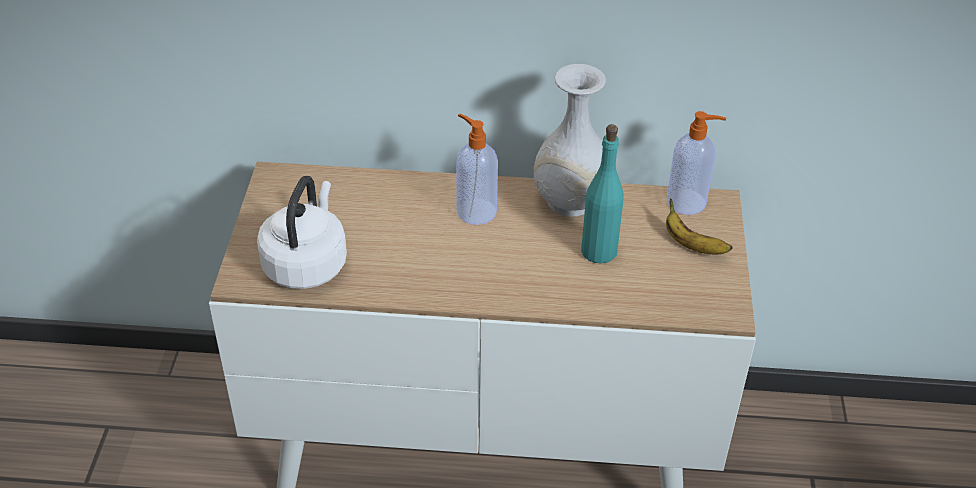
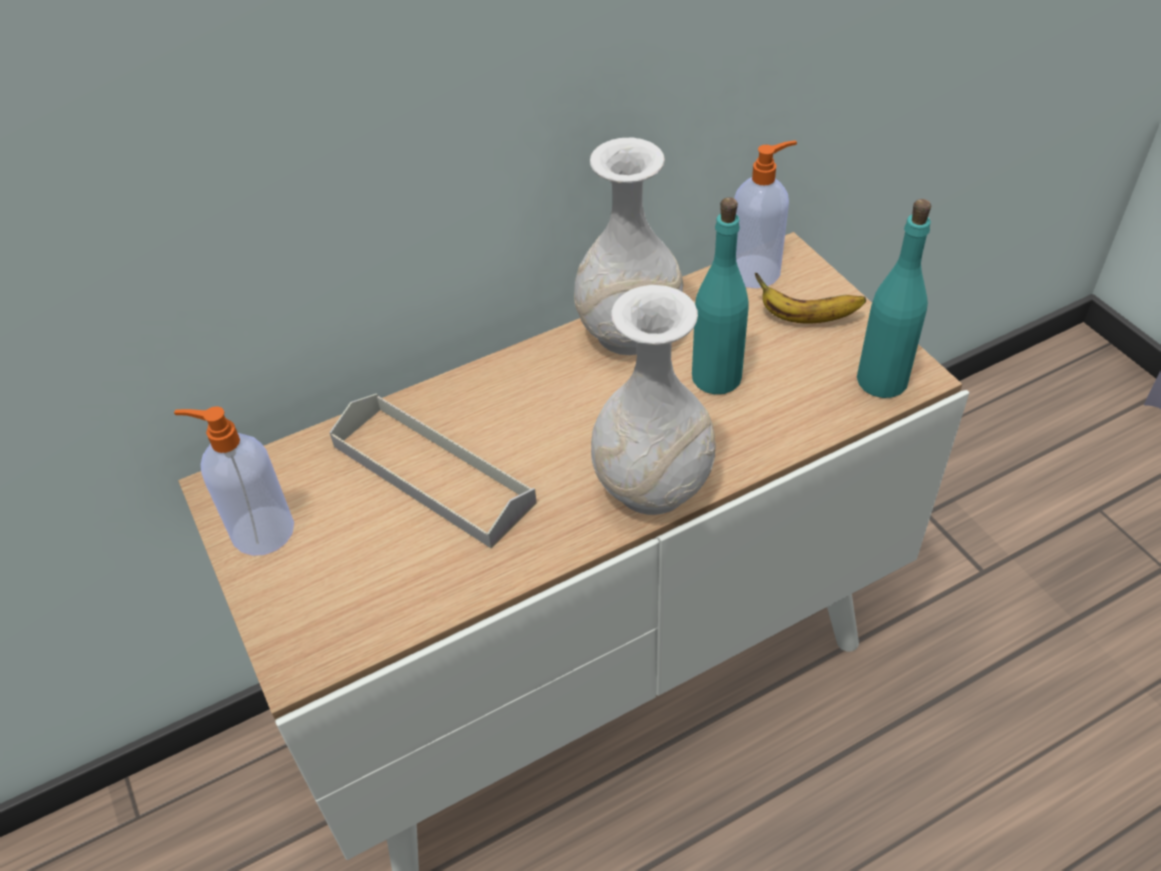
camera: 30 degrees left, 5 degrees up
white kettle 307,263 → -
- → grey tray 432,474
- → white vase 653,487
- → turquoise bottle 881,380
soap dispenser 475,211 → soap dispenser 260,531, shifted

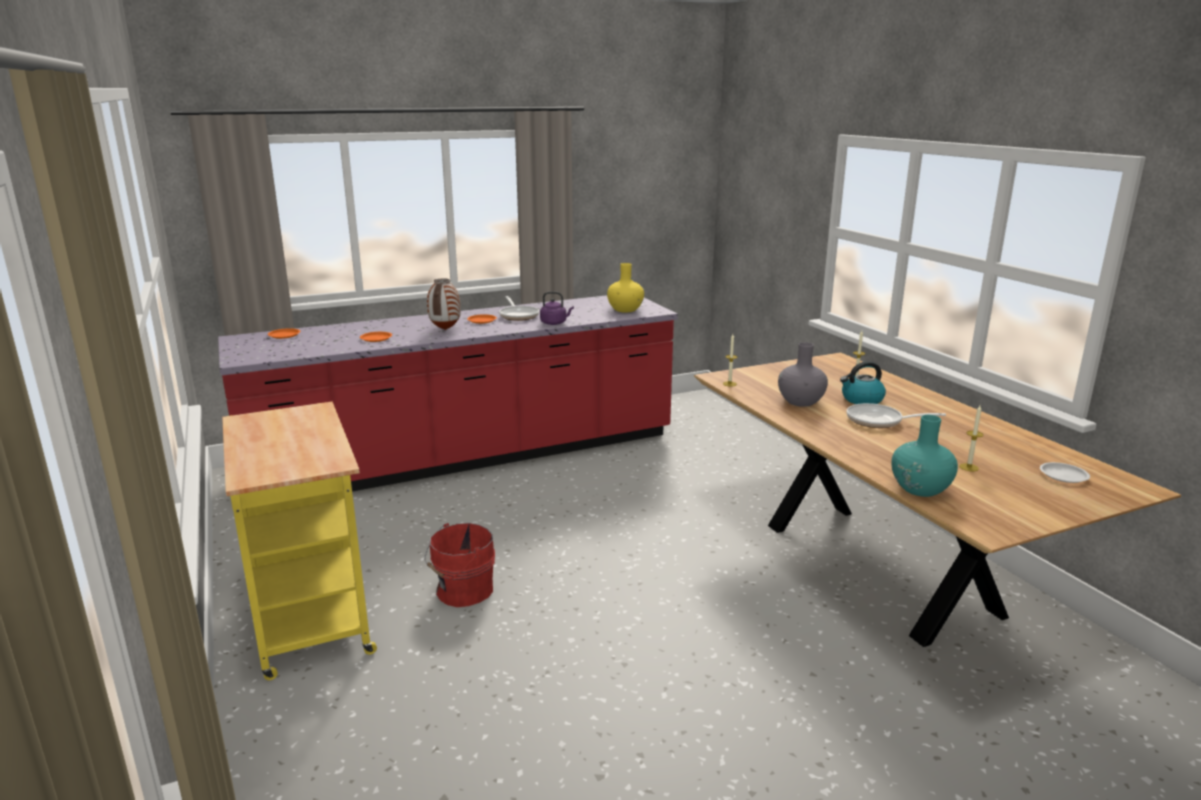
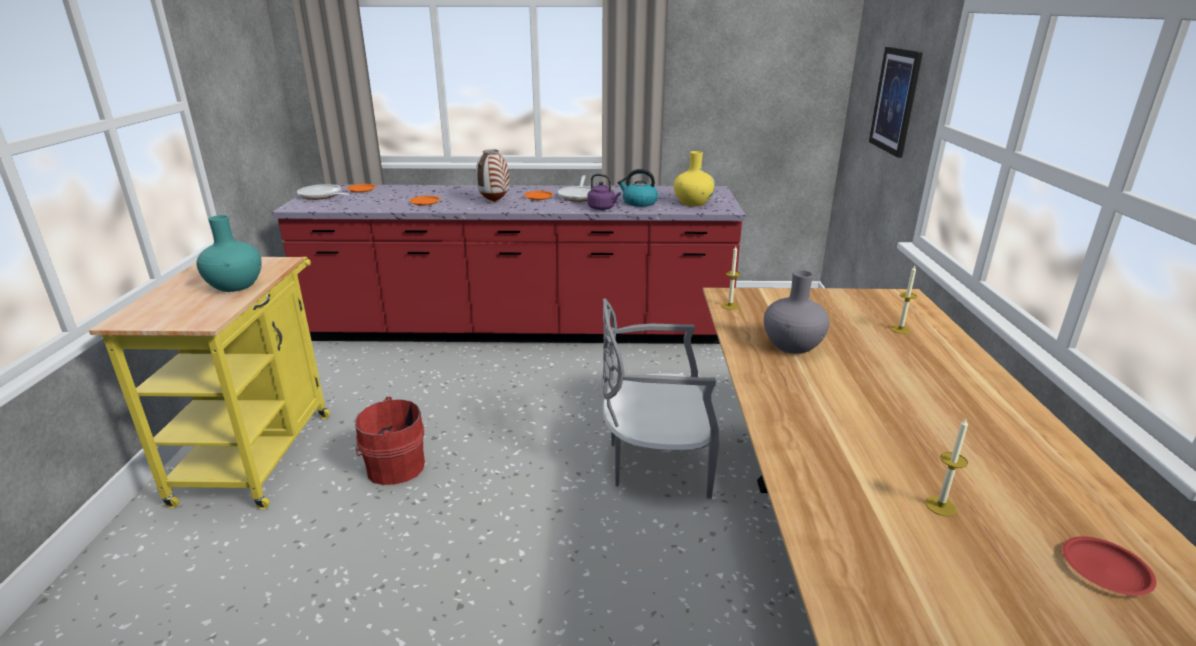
camera: 25 degrees right, 5 degrees up
- → grey chair 655,463
- → picture 895,101
kettle 861,400 → kettle 639,203, shifted
frying pan 879,421 → frying pan 322,196, shifted
turquoise vase 920,489 → turquoise vase 235,286, shifted
white plate 1064,476 → red plate 1106,570

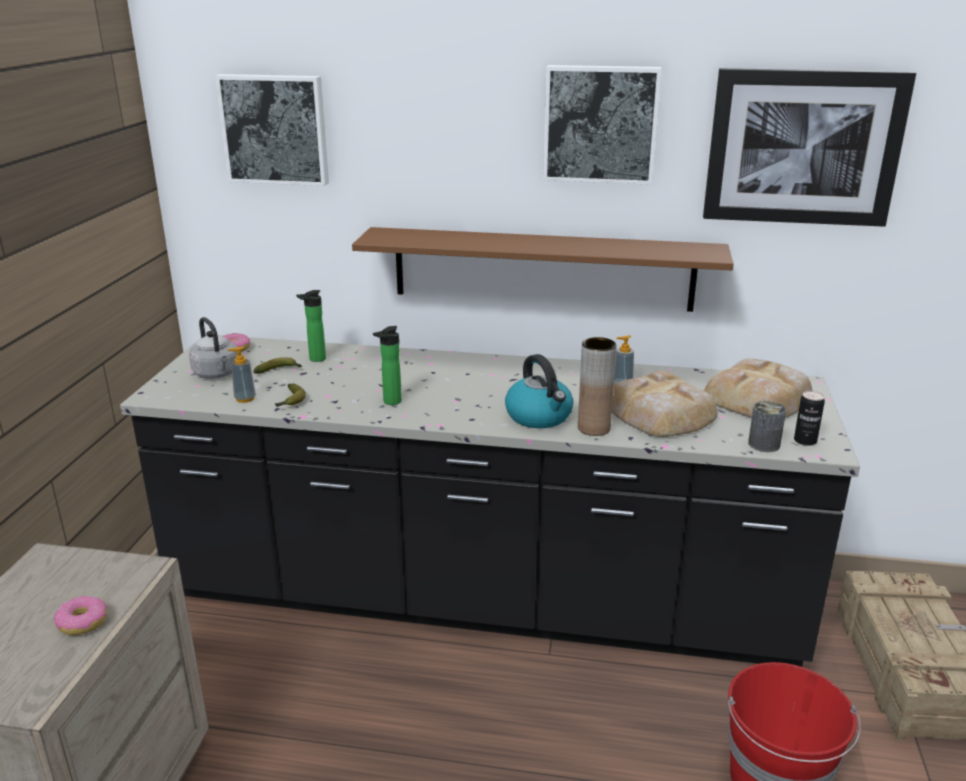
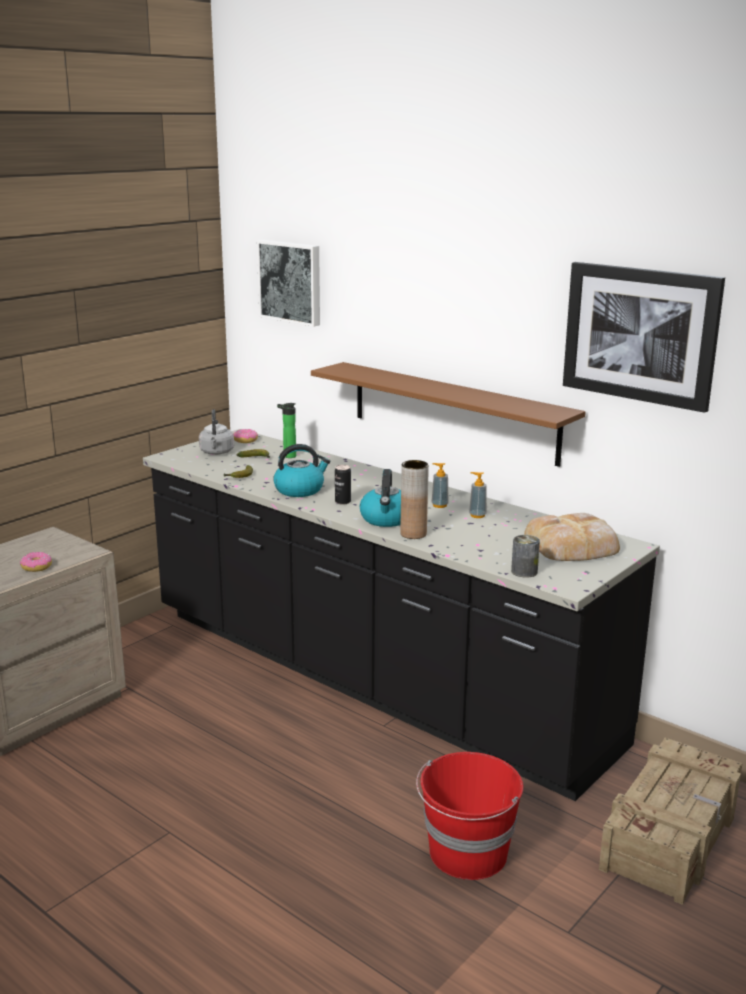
camera: 30 degrees right, 5 degrees down
picture 600,124 → -
bread 660,414 → -
soap dispenser 245,399 → soap dispenser 439,505, shifted
can 805,441 → can 342,502, shifted
bottle 390,402 → kettle 300,490

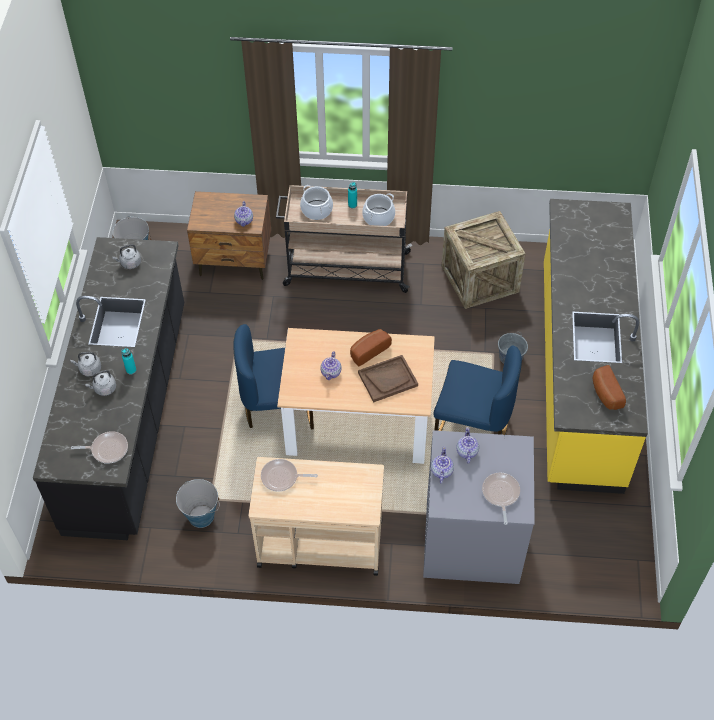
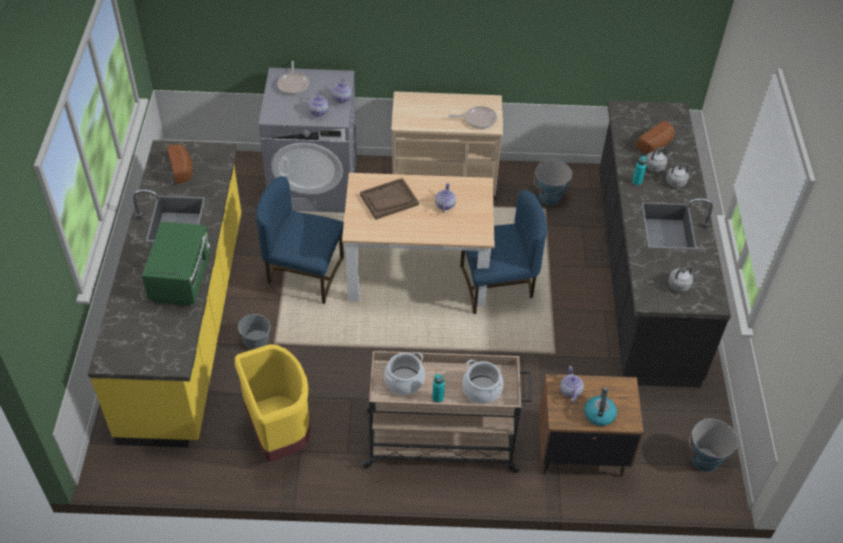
camera: 175 degrees right, 5 degrees down
frying pan 107,449 → -
- → green microwave 182,278
- → kettle 599,414
bread 368,351 → bread 656,145, shifted
crate 480,279 → yellow trash can 279,433

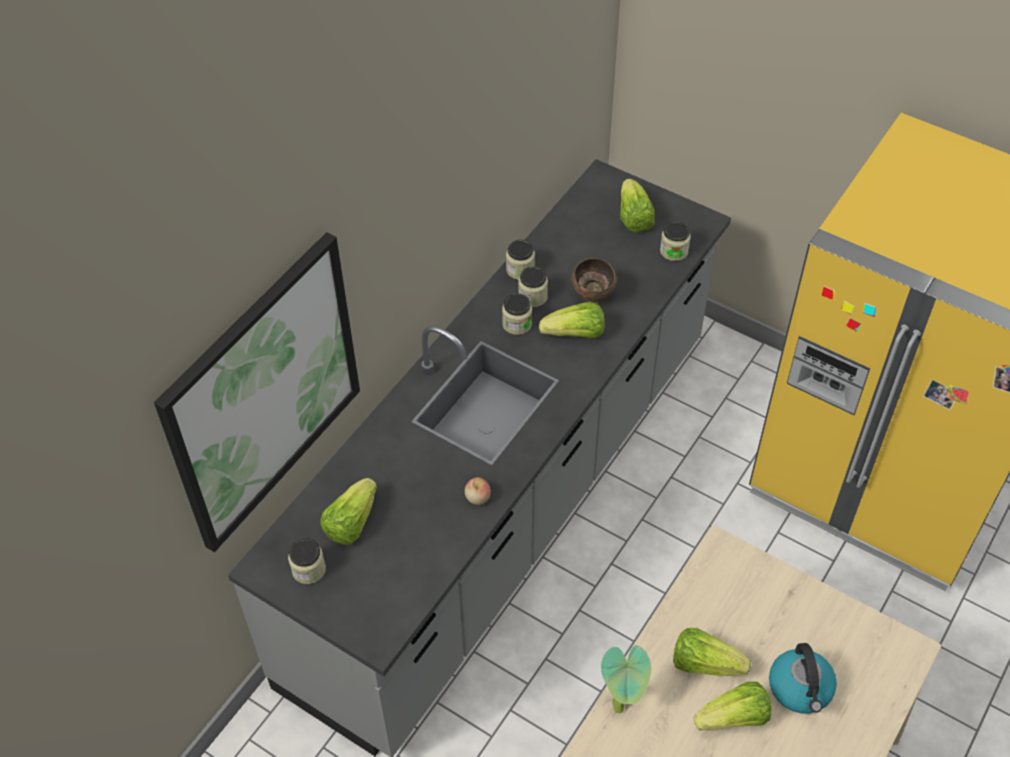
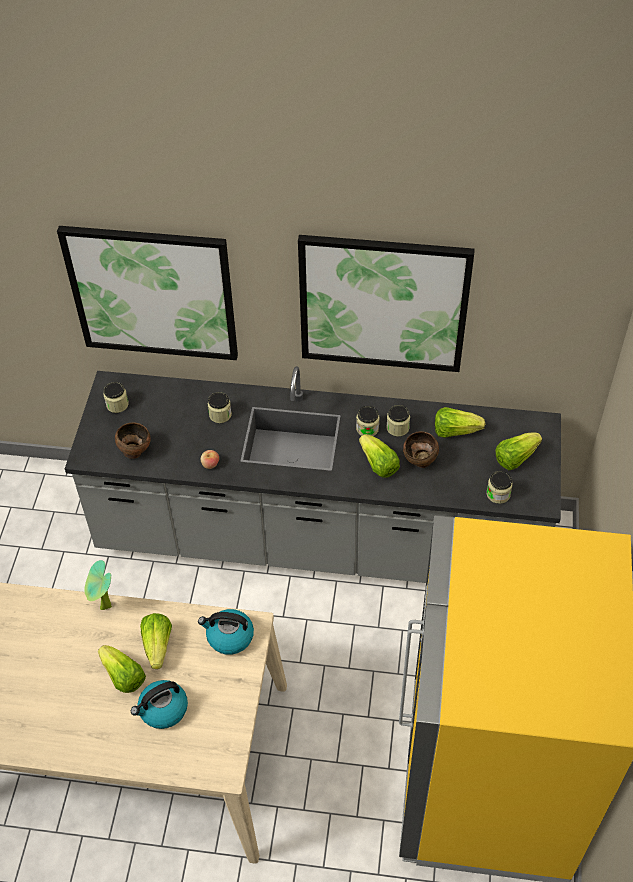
camera: 65 degrees right, 0 degrees up
- → brown bowl 135,451
- → kettle 229,637
- → picture 383,303
lettuce 351,522 → lettuce 455,431, shifted
jar 520,269 → jar 220,415, shifted

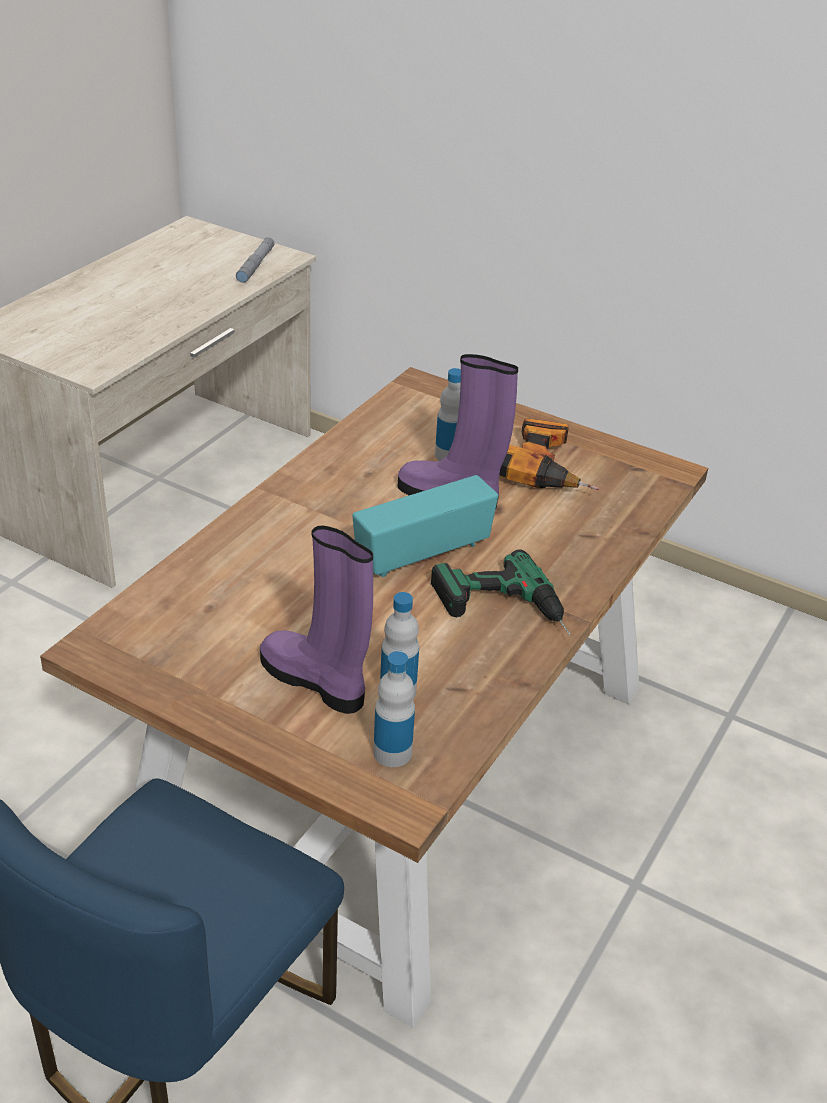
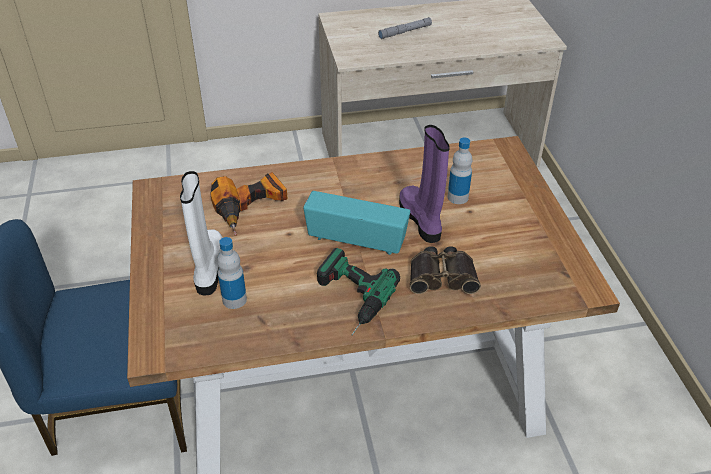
camera: 50 degrees right, 5 degrees up
bottle 392,752 → -
- → binoculars 442,275
grey flashlight 255,265 → grey flashlight 405,32, shifted
power drill 545,468 → power drill 251,208, shifted
purple boot 316,681 → white boot 209,268

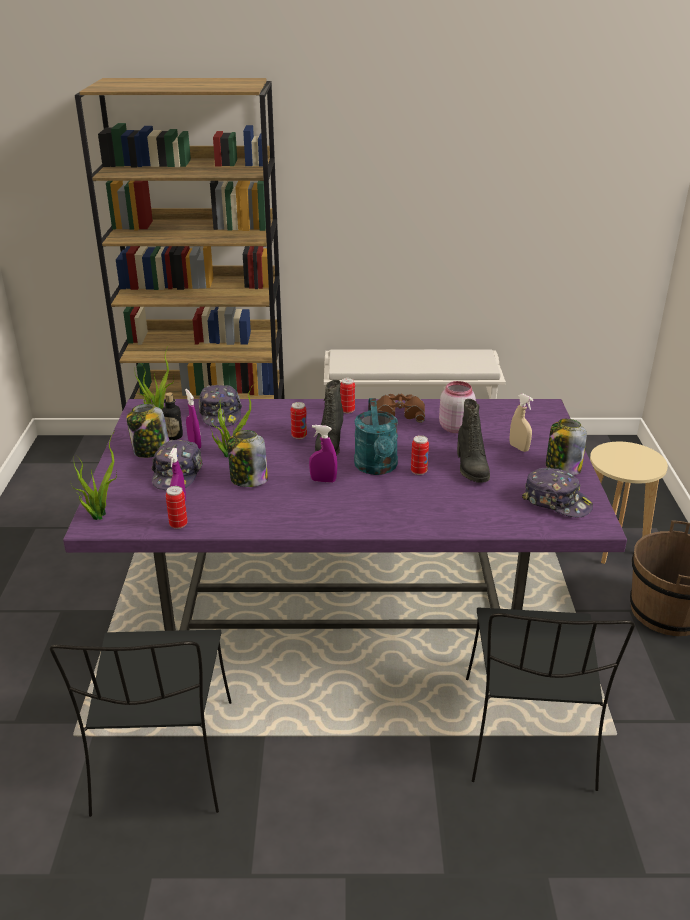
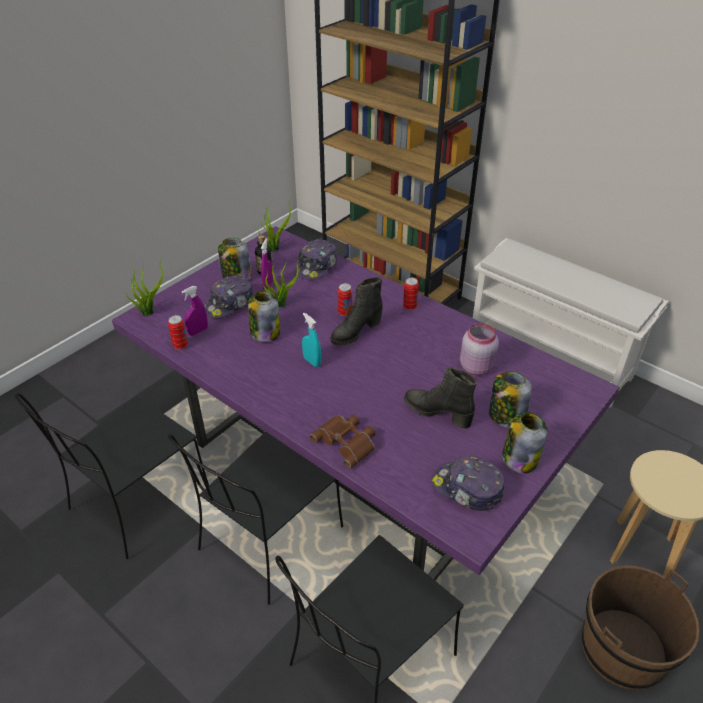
camera: 40 degrees right, 10 degrees up
turquoise watering can 377,468 → -
can 418,471 → -
- → black chair 268,541
brown binoculars 400,412 → brown binoculars 347,441, shifted
beige spray bottle 519,448 → jar 506,416
purple spray bottle 323,480 → turquoise spray bottle 312,361
black boot 470,467 → black boot 438,412, 90 degrees clockwise
cap 556,501 → cap 467,489, 135 degrees clockwise

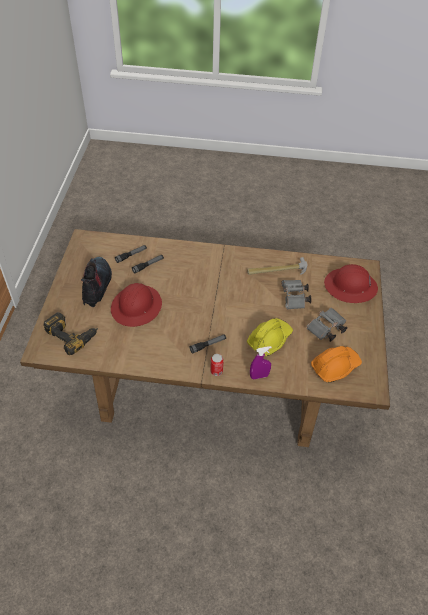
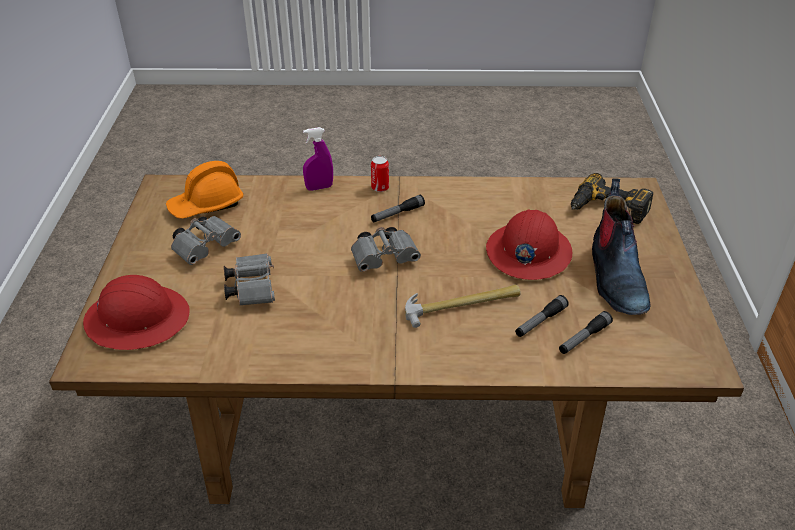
camera: 175 degrees right, 10 degrees down
yellow hard hat 269,339 → -
- → grey binoculars 386,259
hammer 277,270 → hammer 462,305, shifted

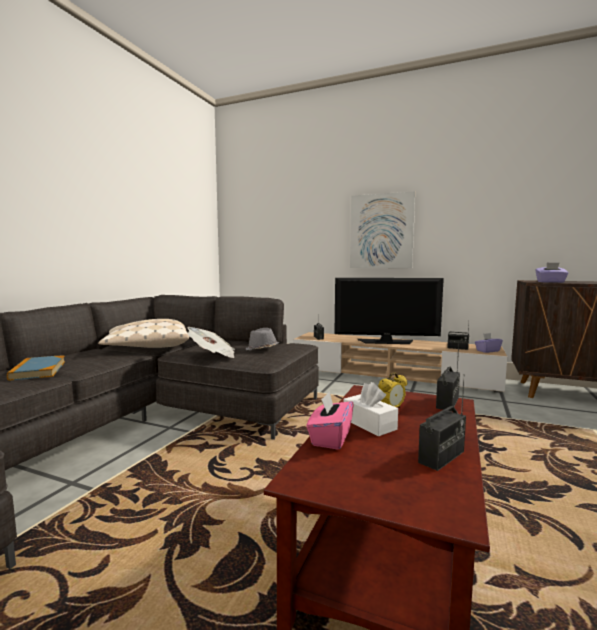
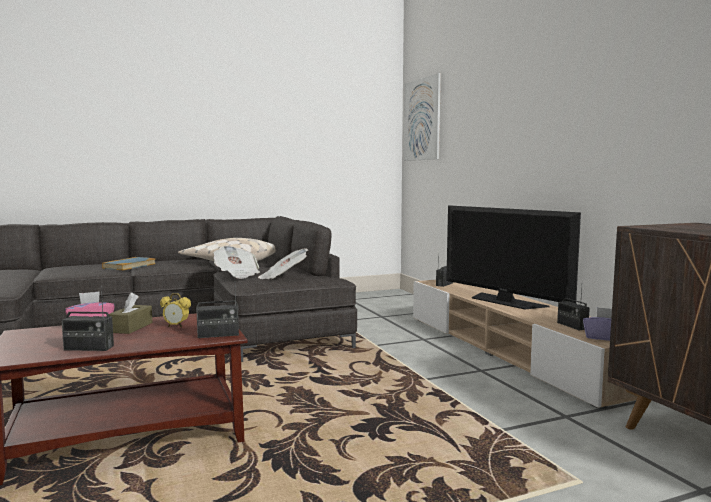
camera: 45 degrees right, 0 degrees up
purple tissue box 550,282 → -
picture 381,231 → picture 422,119, shifted
grey hat 262,349 → newspaper 283,277
white tissue box 369,424 → brown tissue box 131,327

